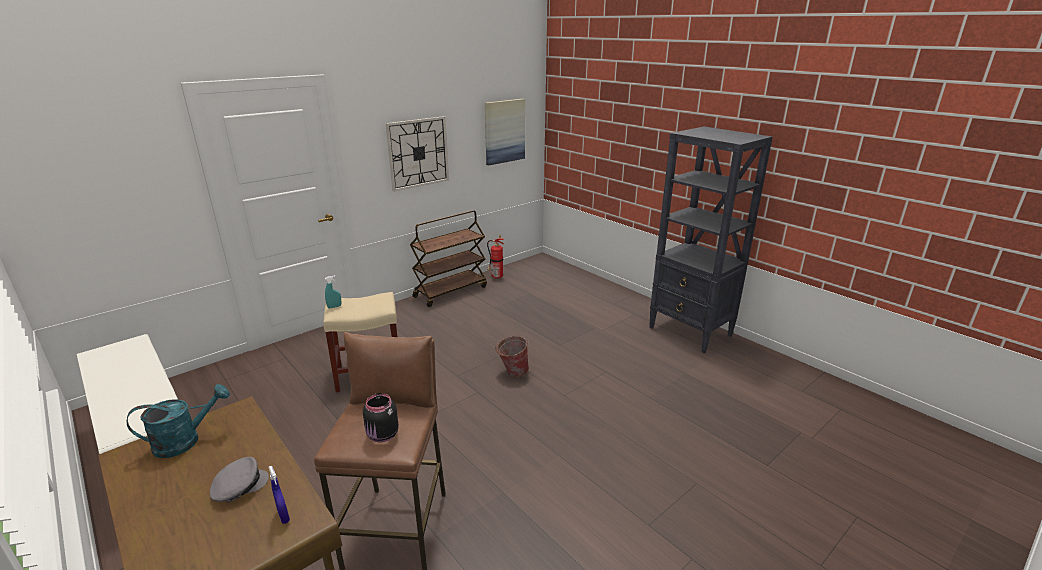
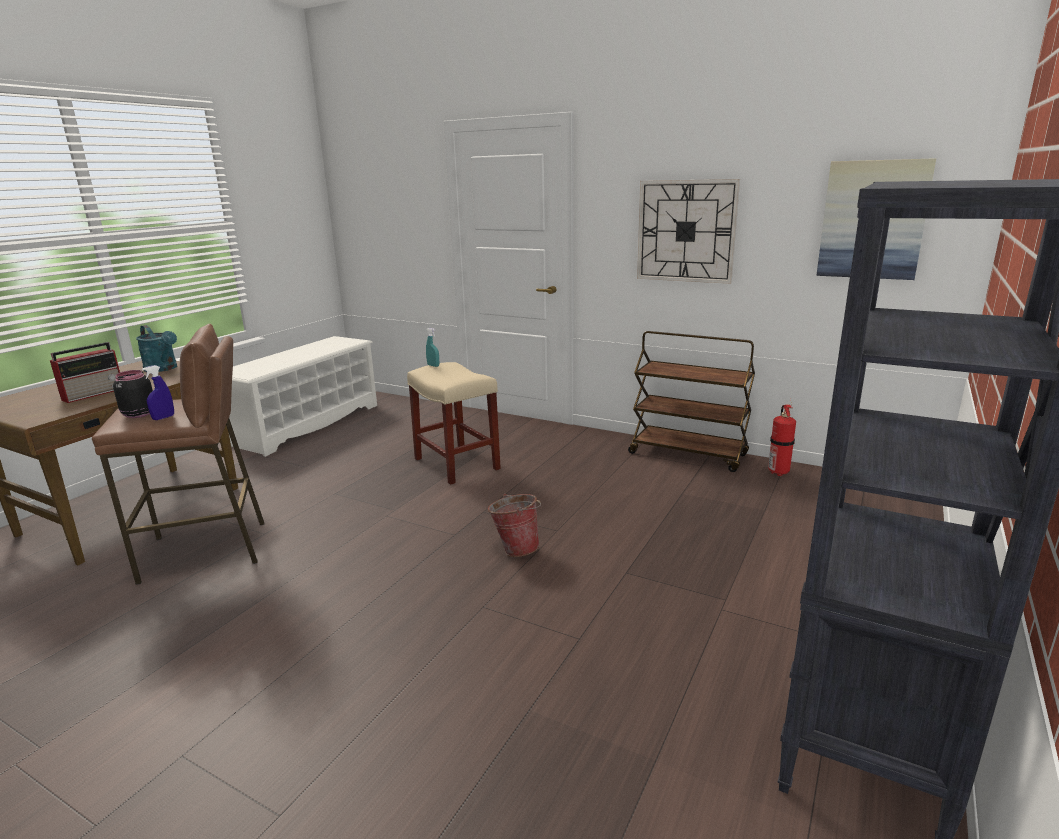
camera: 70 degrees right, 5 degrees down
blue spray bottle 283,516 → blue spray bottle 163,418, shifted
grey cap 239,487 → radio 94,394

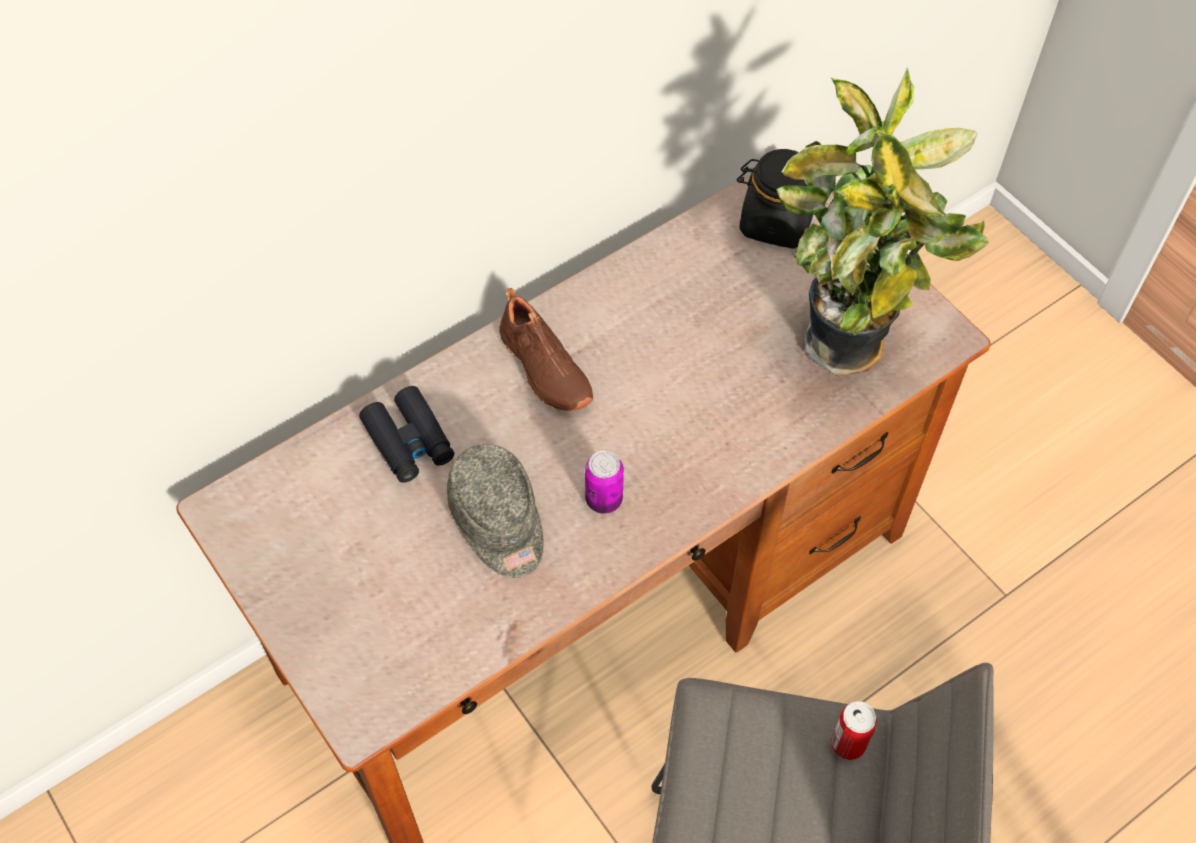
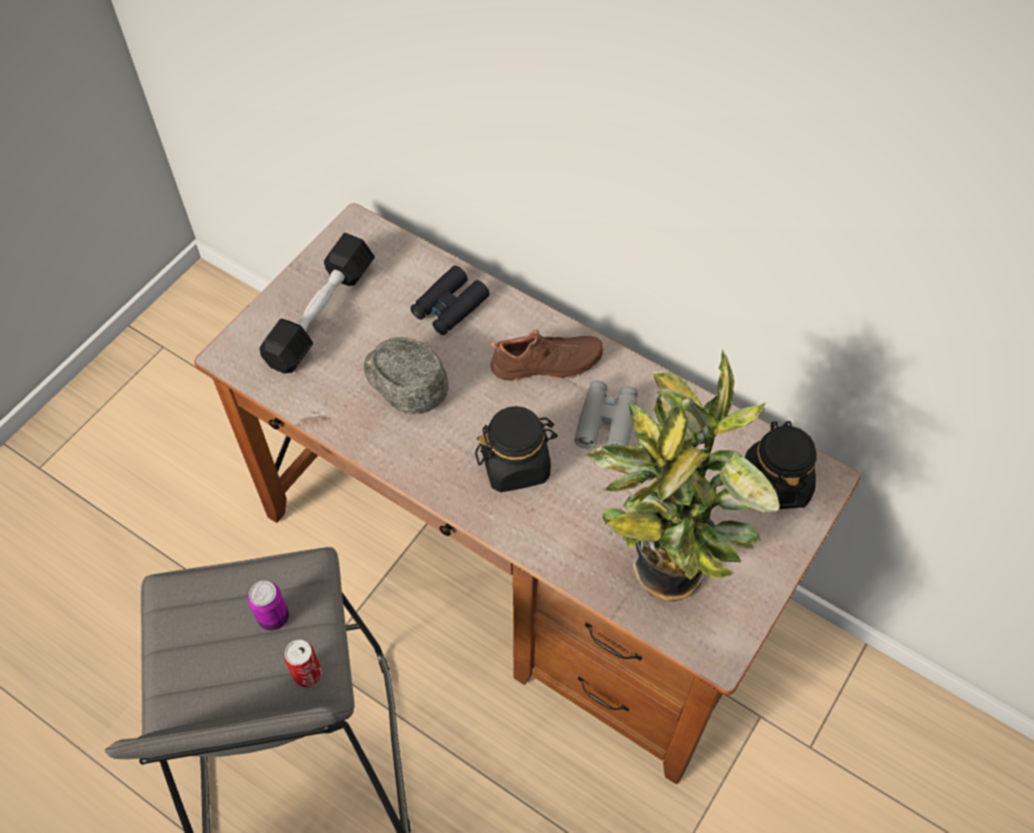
camera: 70 degrees right, 0 degrees up
- → black dumbbell 321,314
- → black jar 516,464
- → grey binoculars 606,422
can 604,499 → can 273,617, shifted
grey cap 499,522 → grey cap 404,382, 90 degrees clockwise
brown shoe 542,369 → brown shoe 547,365, 135 degrees counterclockwise

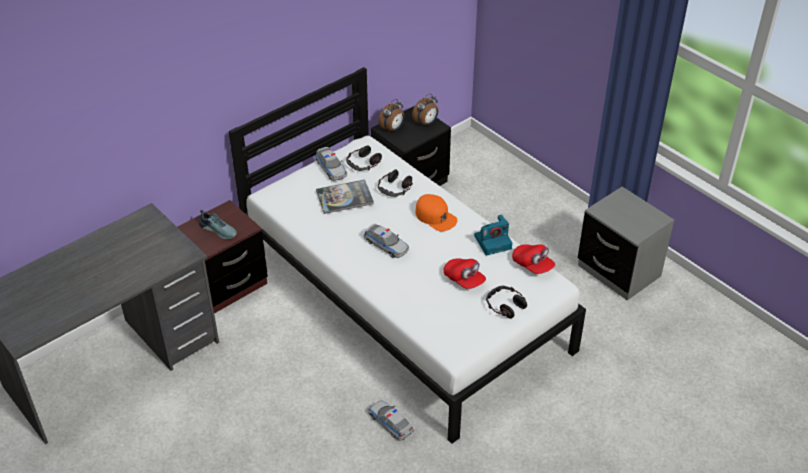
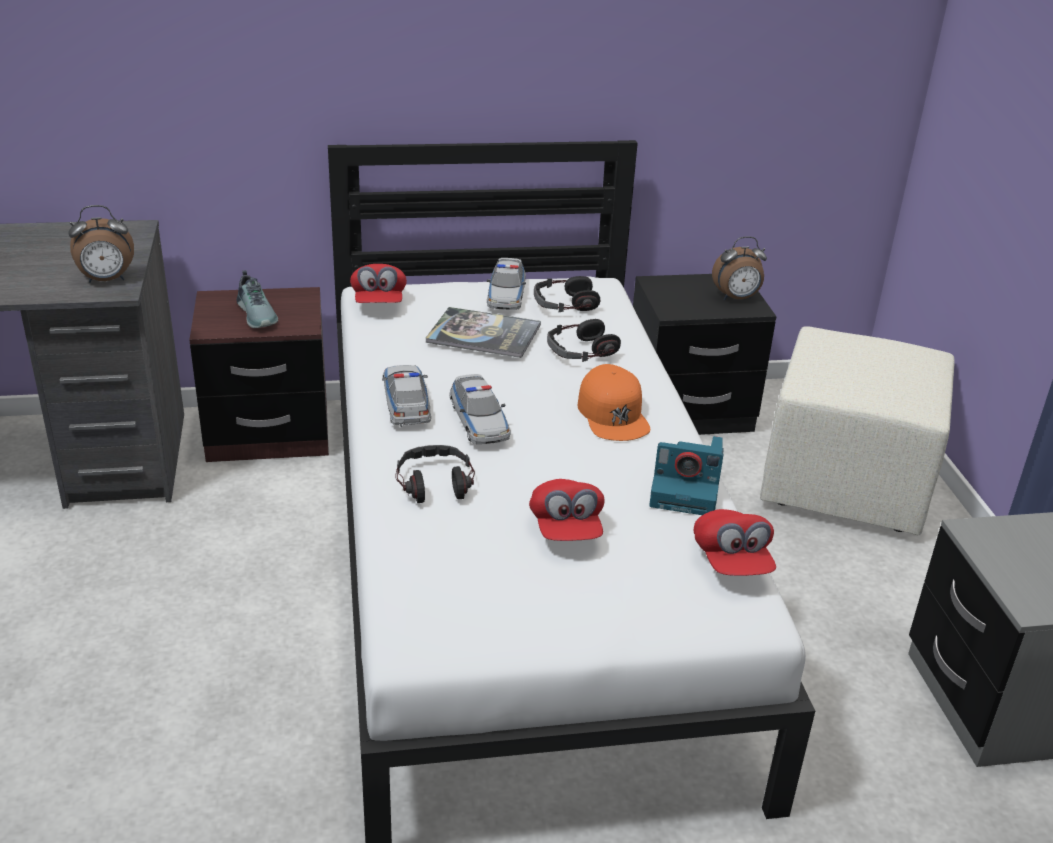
camera: 30 degrees right, 10 degrees down
- → red cap 379,302
- → beige ottoman 846,485
toy car 390,423 → toy car 406,403, shifted
alarm clock 392,129 → alarm clock 106,280, shifted
headphones 505,305 → headphones 434,483, shifted

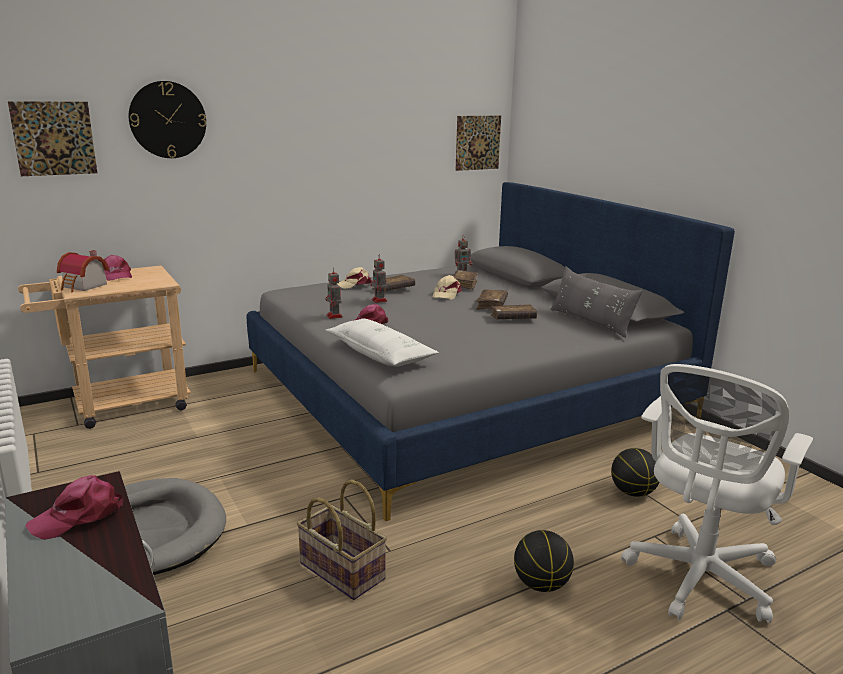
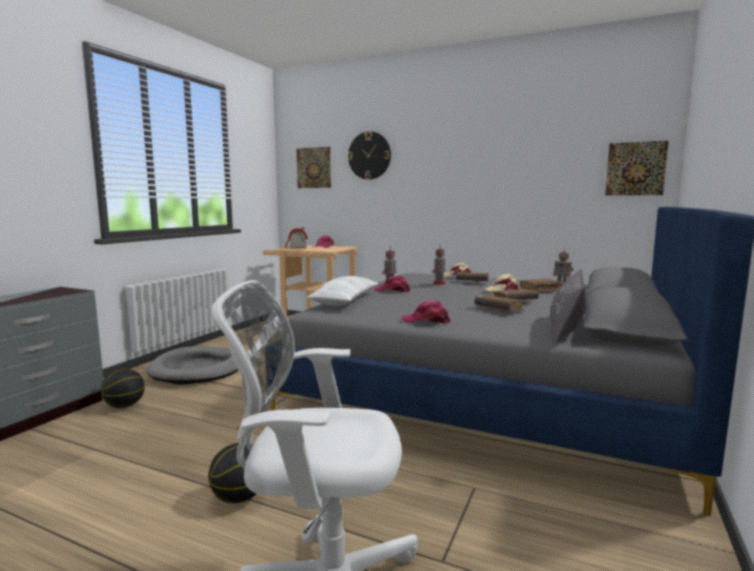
camera: 55 degrees right, 10 degrees down
basket 340,571 → -
pink cap 79,516 → pink cap 426,321, shifted
basketball 632,492 → basketball 124,406, shifted

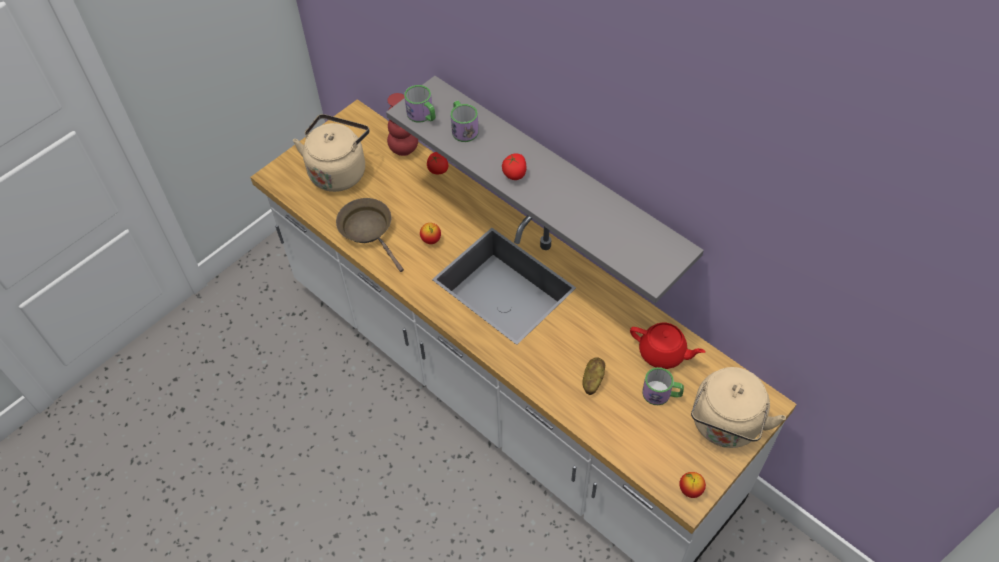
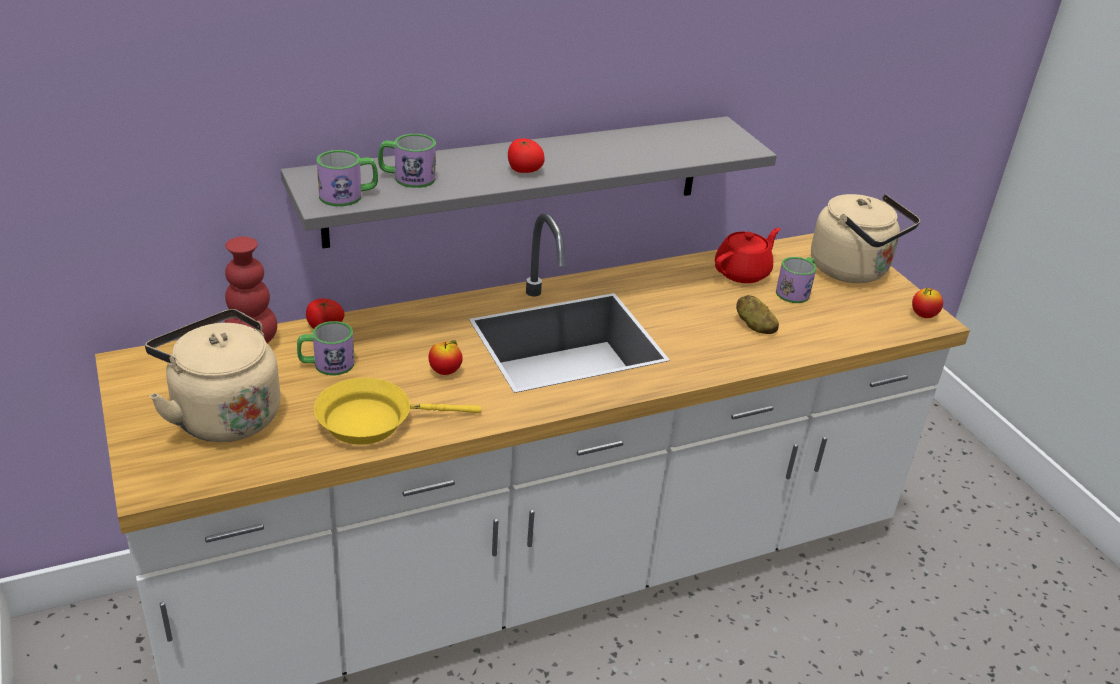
camera: 70 degrees left, 20 degrees down
- → mug 326,364
brown frying pan 368,230 → yellow frying pan 372,420

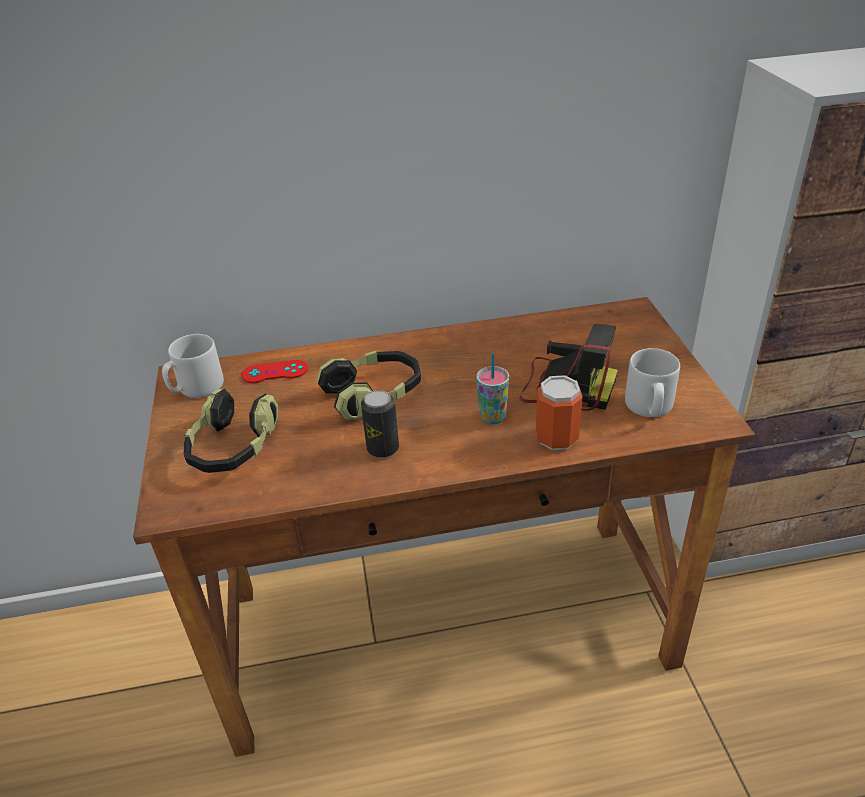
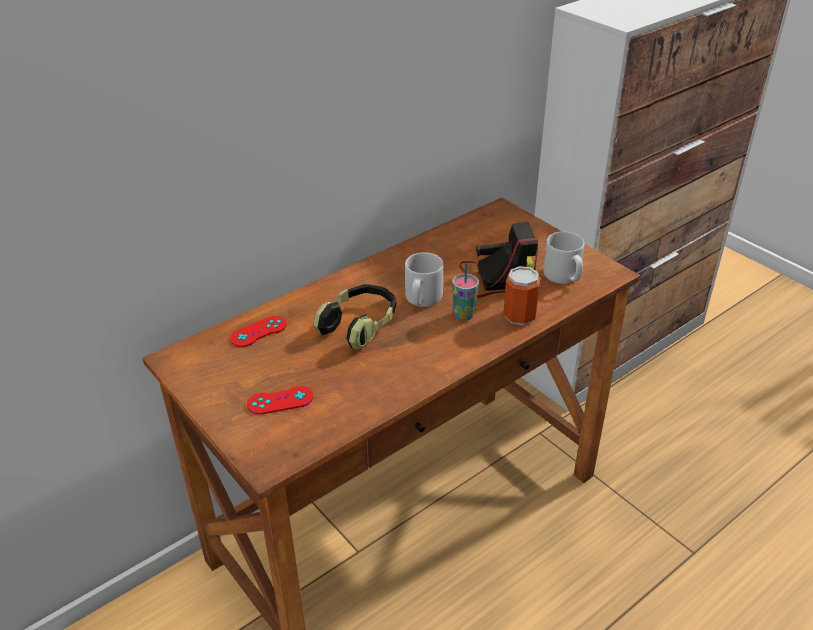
camera: 30 degrees left, 0 degrees up
can 383,448 → -
grey mug 196,388 → grey mug 422,299, shifted
headphones 233,448 → red game controller 280,400

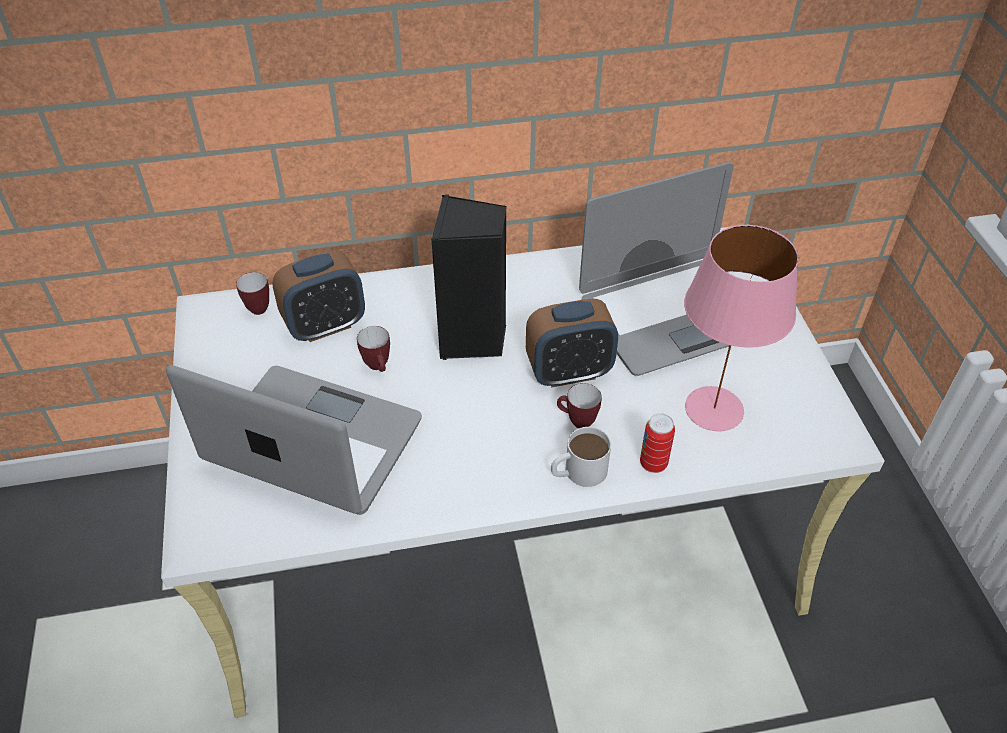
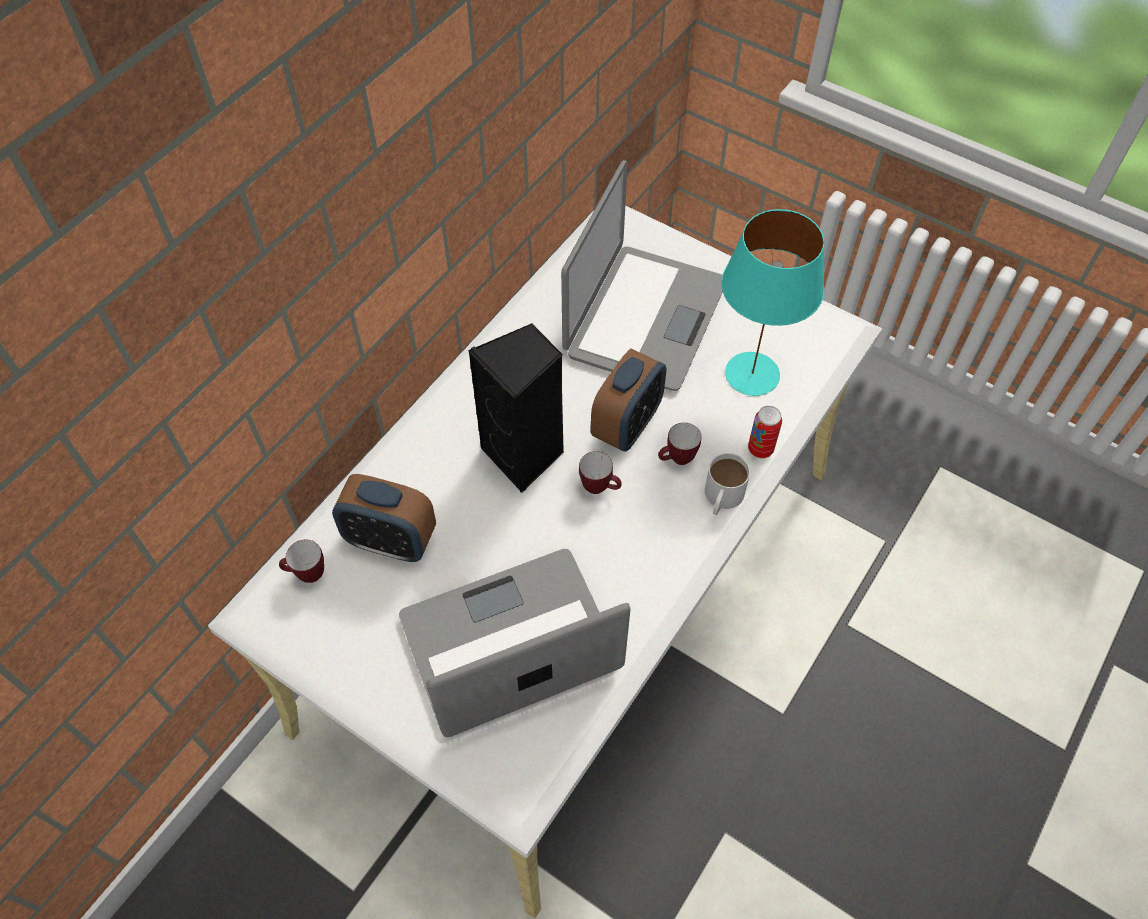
camera: 45 degrees left, 10 degrees up
mug 379,367 → mug 600,488, shifted
pink table lamp 713,409 → turquoise table lamp 752,375
alarm clock 325,325 → alarm clock 391,541, 90 degrees clockwise

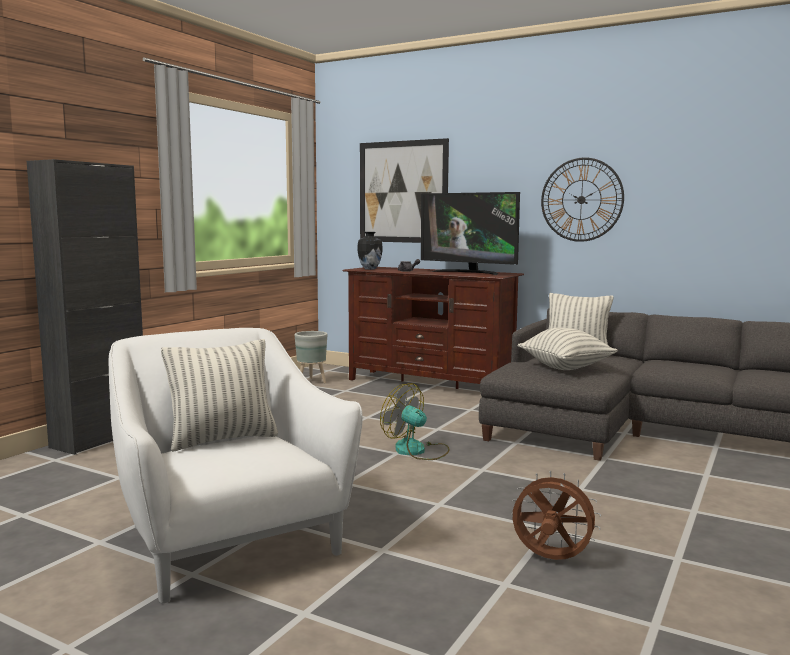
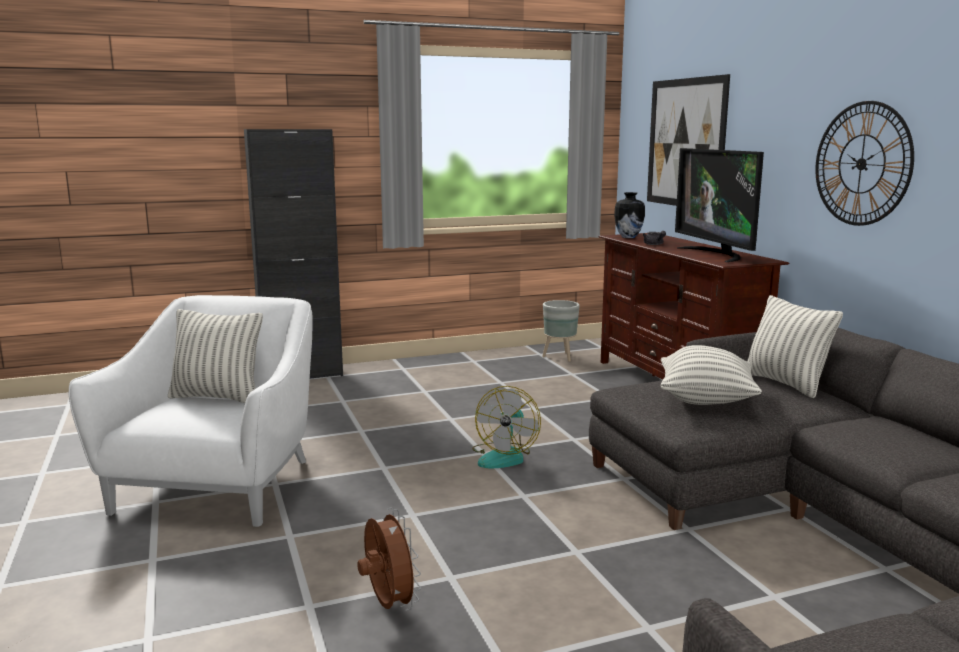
camera: 40 degrees right, 5 degrees up
fan 417,451 → fan 504,456, 150 degrees counterclockwise

